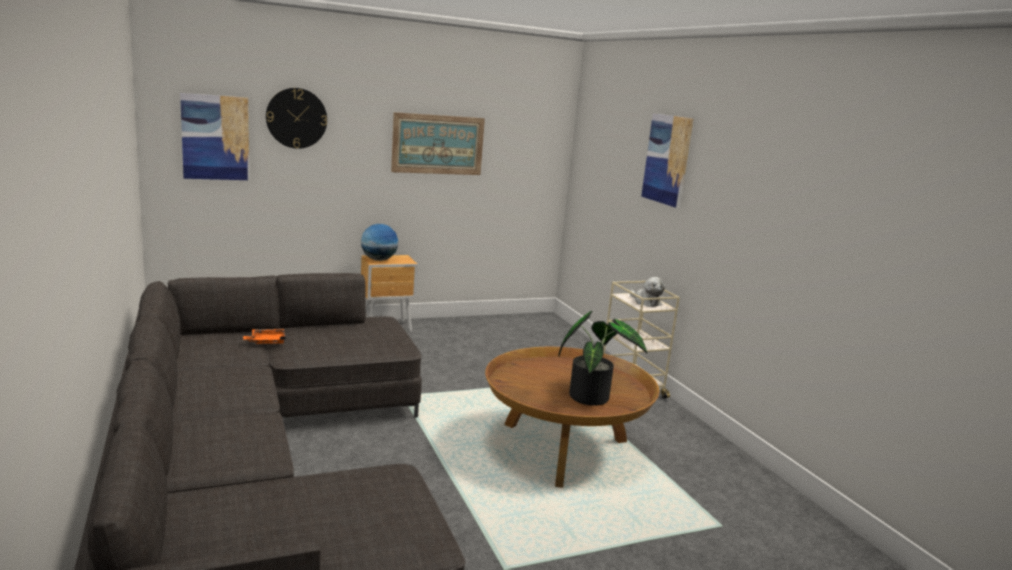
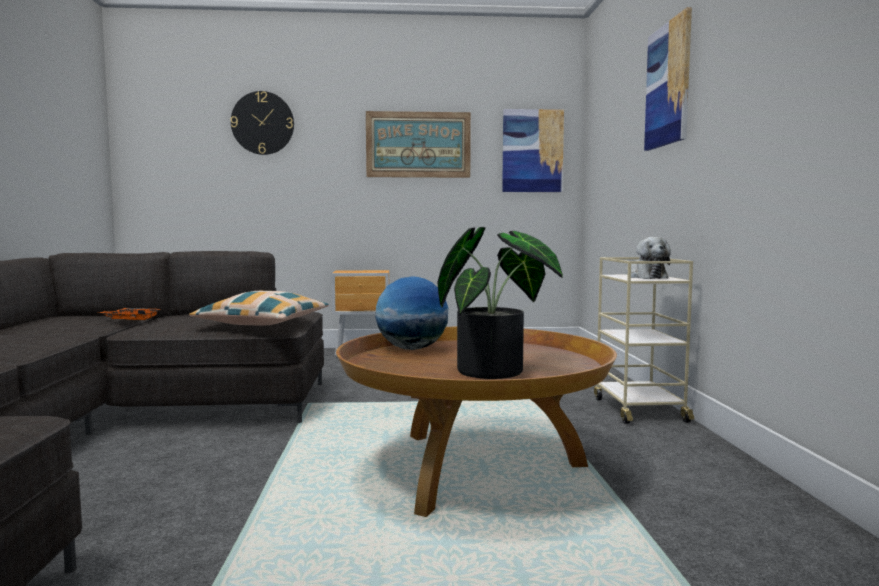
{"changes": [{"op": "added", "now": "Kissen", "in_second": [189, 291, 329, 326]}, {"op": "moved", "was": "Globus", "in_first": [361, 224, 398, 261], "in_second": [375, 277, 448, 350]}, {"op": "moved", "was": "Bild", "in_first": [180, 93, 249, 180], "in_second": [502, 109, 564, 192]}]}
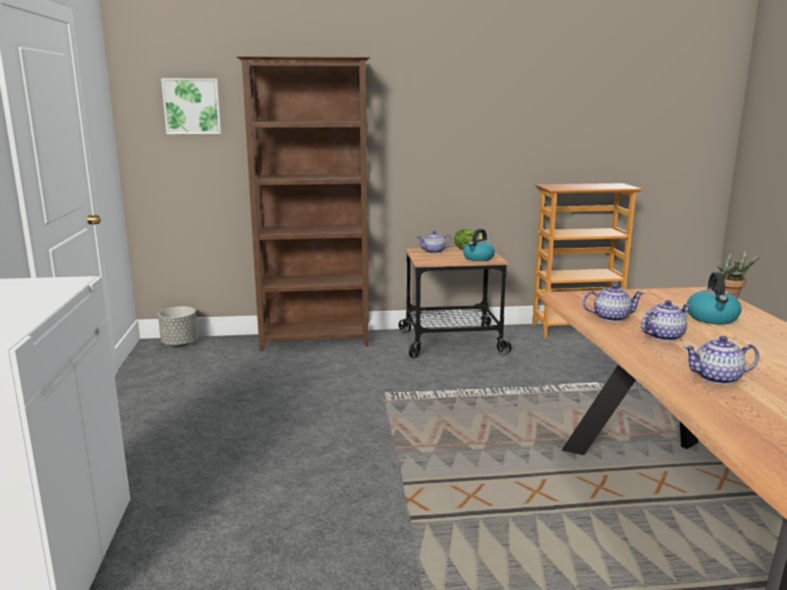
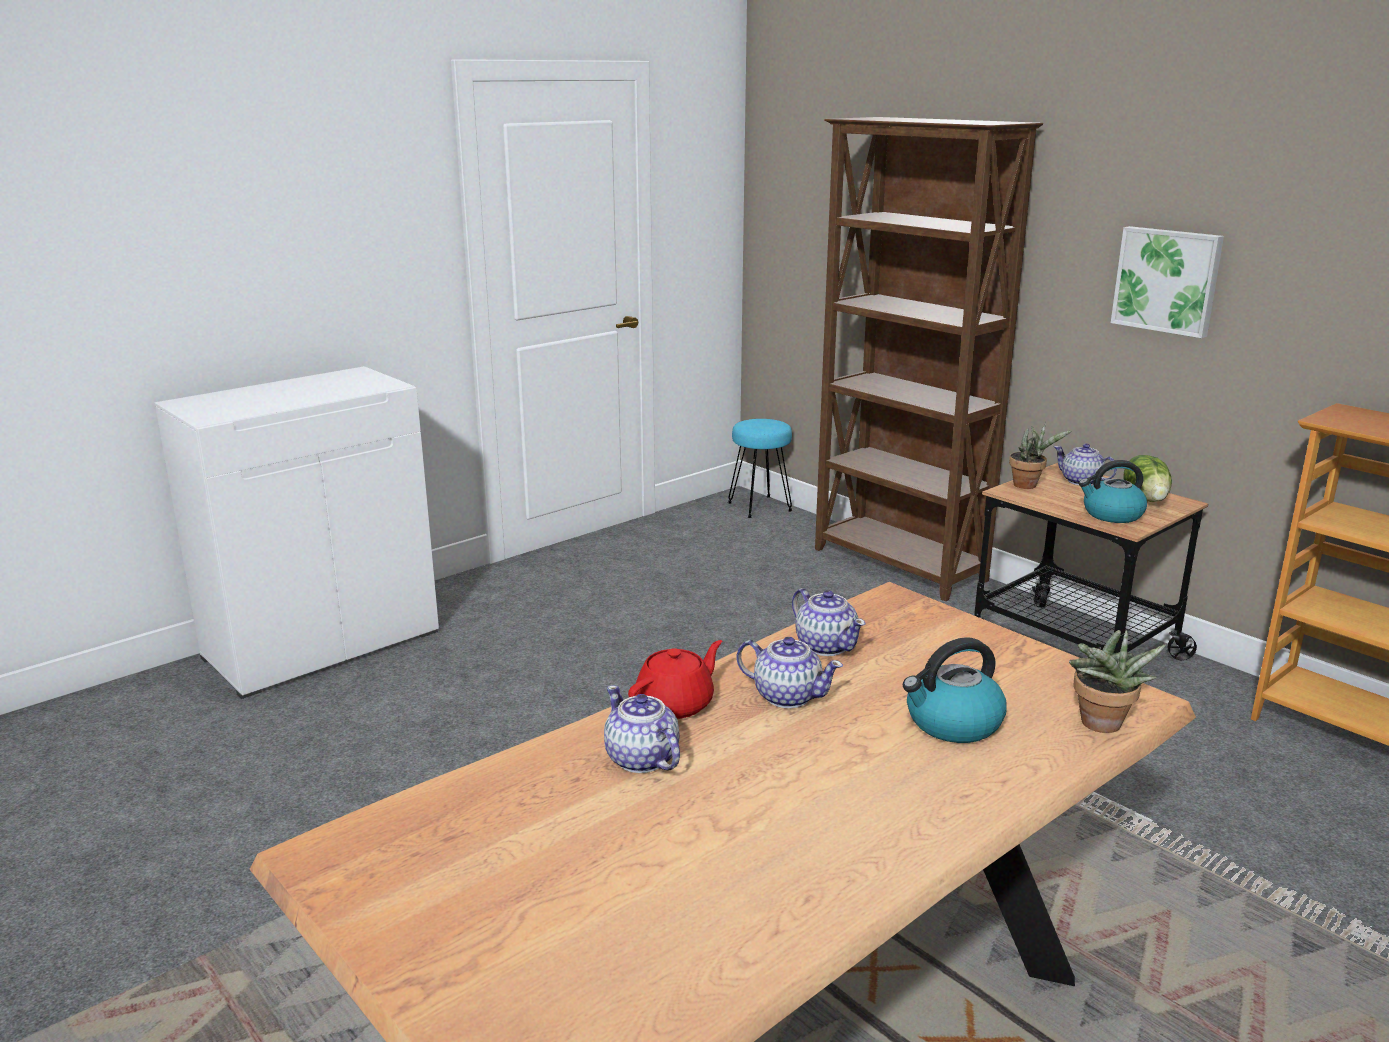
{"changes": [{"op": "added", "now": "Teekanne/rot", "in_second": [628, 640, 722, 719]}, {"op": "replaced", "was": "Pflanzkübel/grau", "now": "Hocker/türkis", "in_first": [158, 307, 198, 347], "in_second": [727, 419, 793, 518]}, {"op": "added", "now": "Topfpflanze", "in_second": [1009, 422, 1072, 489]}, {"op": "moved", "was": "Bild", "in_first": [161, 78, 222, 134], "in_second": [1111, 226, 1224, 338]}]}
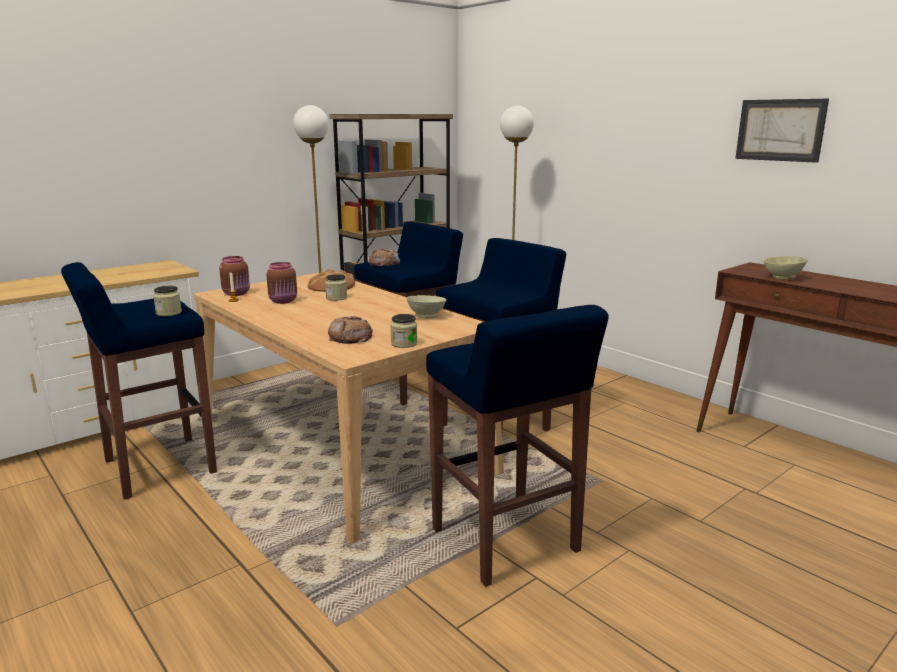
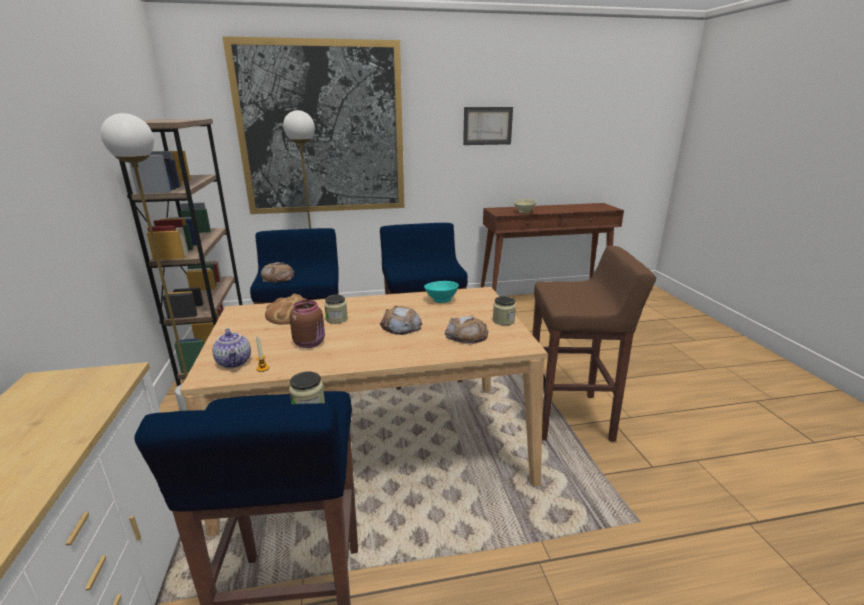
{"changes": [{"op": "replaced", "was": "Vorratsglas/braun", "now": "Teekanne", "in_first": [219, 256, 250, 296], "in_second": [212, 328, 251, 368]}, {"op": "added", "now": "Bild", "in_second": [222, 36, 404, 214]}, {"op": "added", "now": "Brot", "in_second": [380, 306, 422, 335]}, {"op": "recoloured", "was": "Schüssel/beige", "now": "Schüssel/türkis", "in_first": [406, 295, 447, 318], "in_second": [424, 281, 459, 303]}, {"op": "recoloured", "was": "Hocker/blau", "now": "Hocker/braun", "in_first": [426, 305, 609, 587], "in_second": [532, 246, 656, 441]}]}
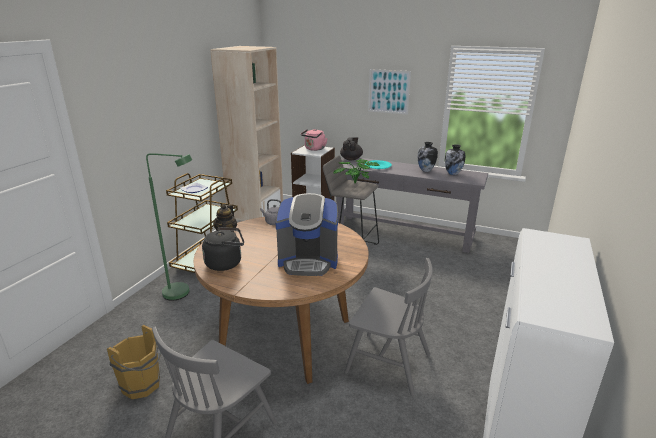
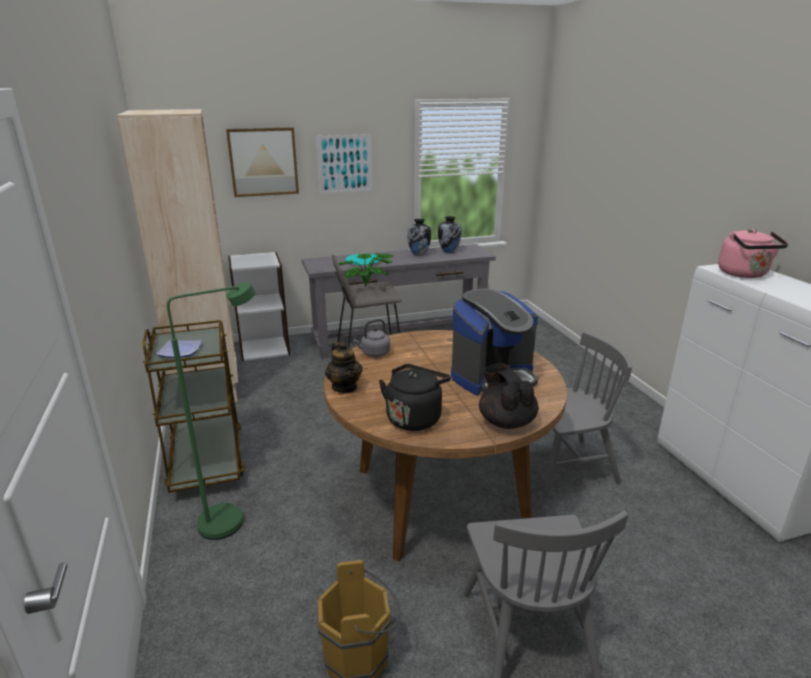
{"changes": [{"op": "added", "now": "Bild", "in_second": [226, 127, 299, 197]}, {"op": "moved", "was": "Teekanne/schwarz", "in_first": [340, 137, 363, 160], "in_second": [479, 363, 539, 429]}, {"op": "moved", "was": "Wasserkessel/rosa", "in_first": [301, 129, 328, 151], "in_second": [718, 229, 788, 278]}]}
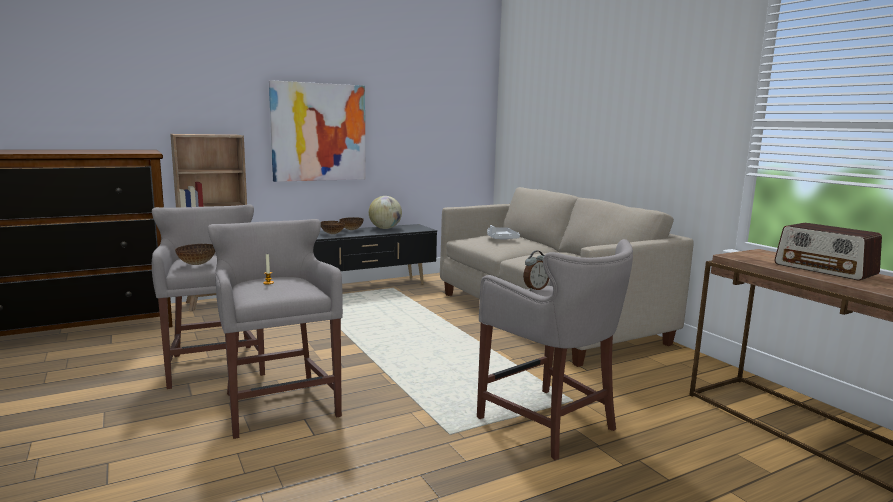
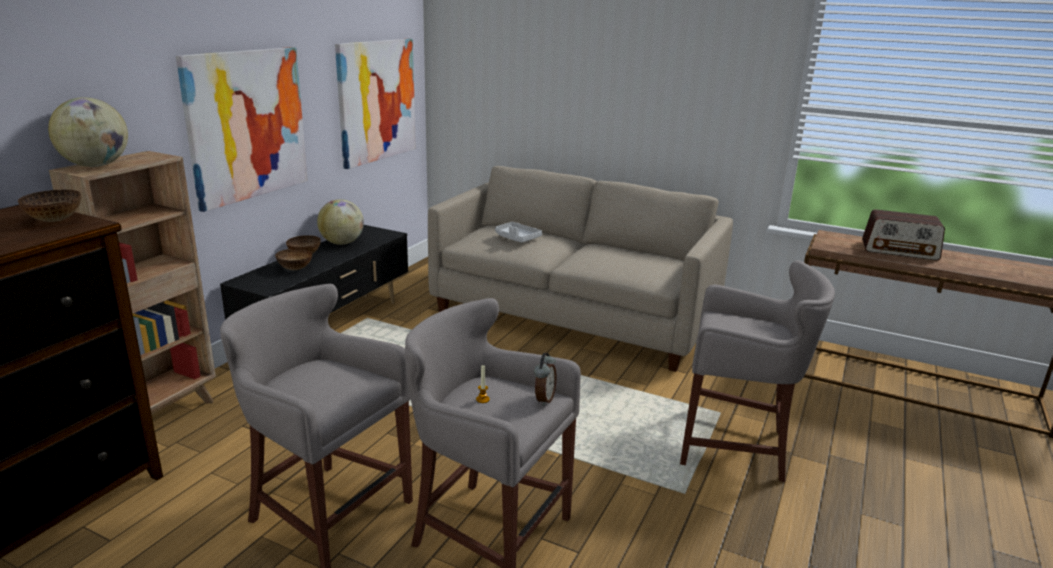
{"changes": [{"op": "moved", "was": "Schüssel", "in_first": [175, 244, 215, 265], "in_second": [18, 190, 81, 222]}, {"op": "added", "now": "Globus", "in_second": [48, 97, 128, 167]}, {"op": "added", "now": "Bild", "in_second": [335, 39, 416, 169]}, {"op": "moved", "was": "Wecker", "in_first": [523, 251, 549, 291], "in_second": [534, 353, 556, 406]}]}
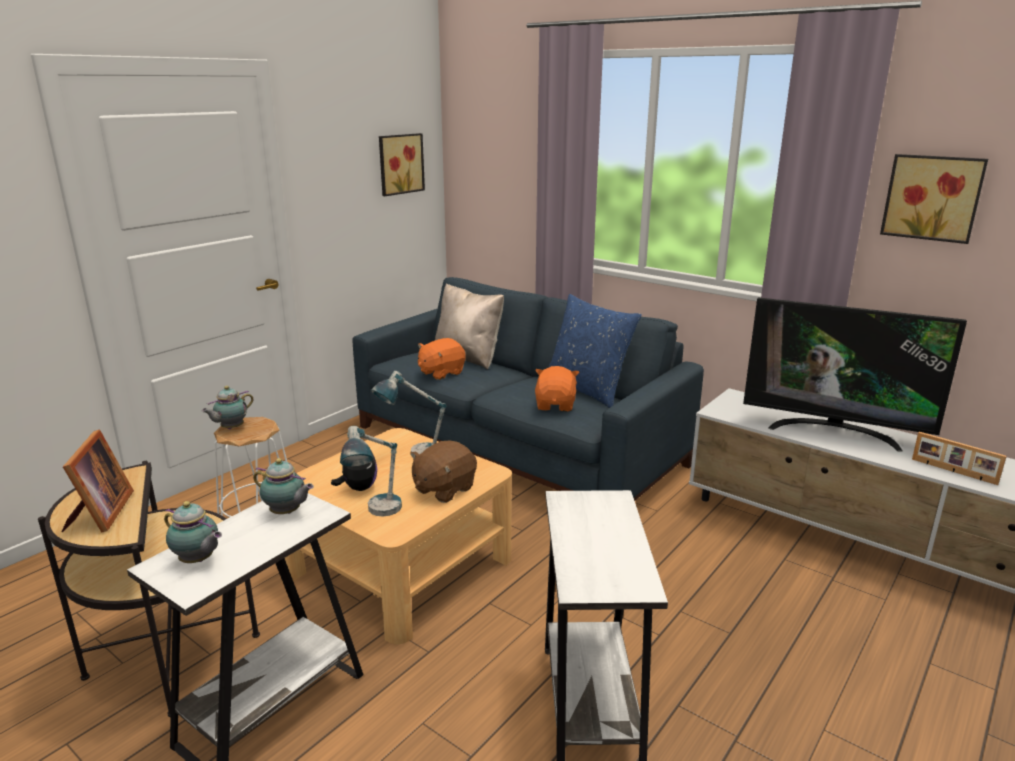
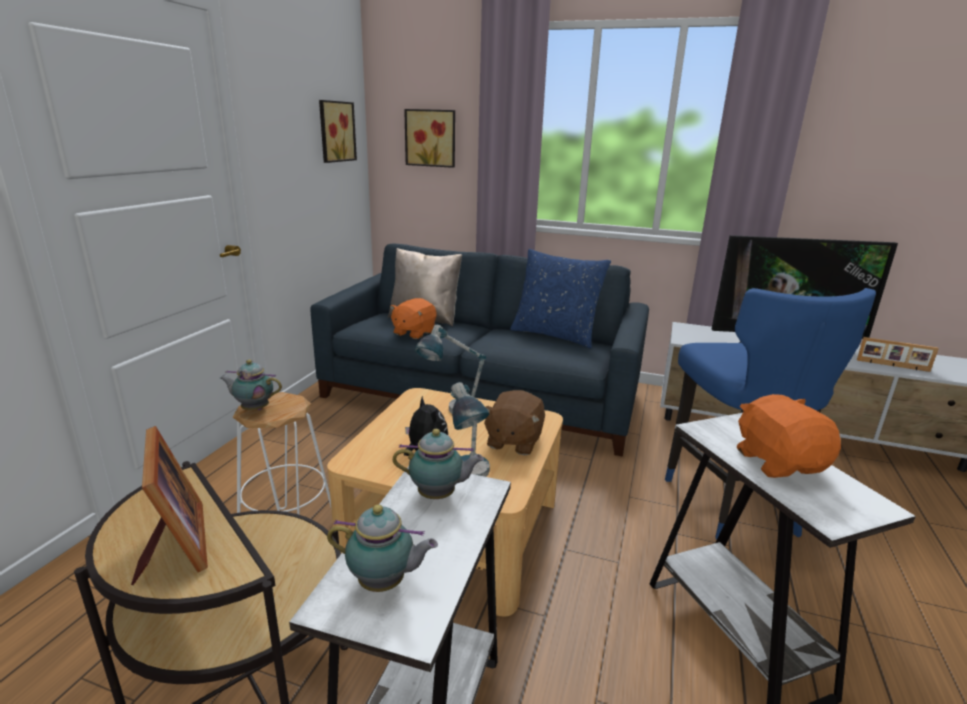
{"changes": [{"op": "turned", "was": "Teekanne", "in_first": [202, 386, 254, 429], "in_second": [220, 360, 282, 410], "clockwise": 75}, {"op": "moved", "was": "Bild", "in_first": [880, 154, 988, 244], "in_second": [404, 109, 455, 168]}, {"op": "added", "now": "Hocker/blau", "in_second": [665, 288, 876, 540]}, {"op": "moved", "was": "Plüschtier/orange", "in_first": [535, 366, 579, 411], "in_second": [737, 394, 841, 478]}]}
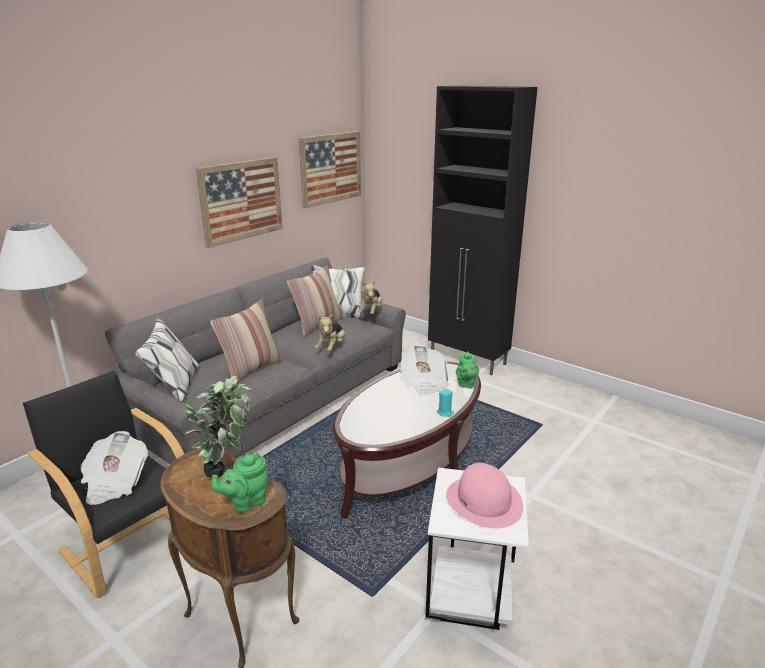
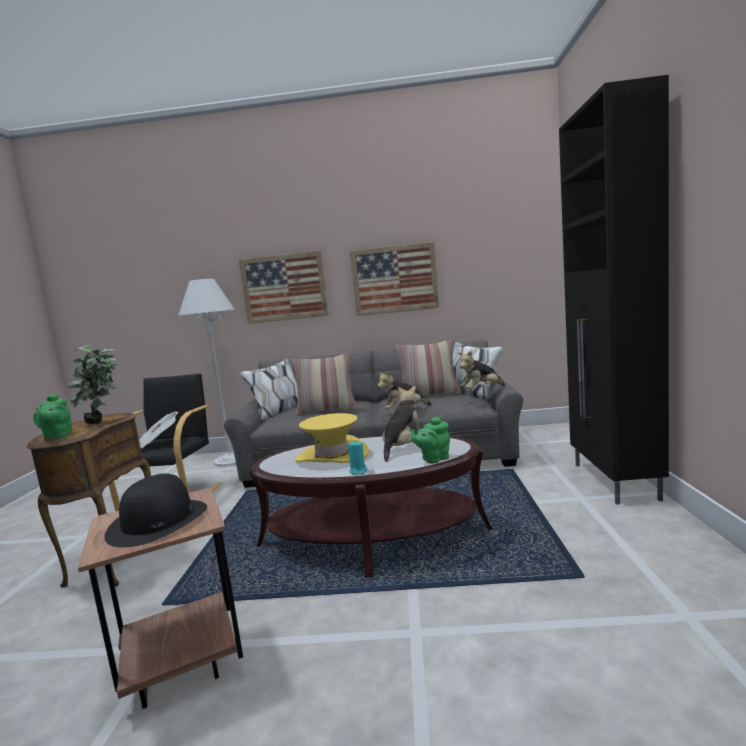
{"changes": [{"op": "turned", "was": "Teekanne/grün", "in_first": [211, 453, 268, 513], "in_second": [33, 393, 73, 439], "clockwise": -120}, {"op": "recoloured", "was": "Beistelltisch/weiß", "now": "Beistelltisch/braun", "in_first": [425, 468, 529, 630], "in_second": [78, 487, 243, 709]}, {"op": "recoloured", "was": "Hut/rosa", "now": "Hut/schwarz", "in_first": [446, 463, 523, 529], "in_second": [104, 474, 207, 548]}, {"op": "moved", "was": "Bild", "in_first": [299, 131, 361, 209], "in_second": [239, 250, 329, 324]}, {"op": "added", "now": "Hut/gelb", "in_second": [295, 413, 369, 463]}, {"op": "replaced", "was": "Zeitung", "now": "Plüschtier", "in_first": [400, 345, 449, 396], "in_second": [383, 386, 420, 462]}]}
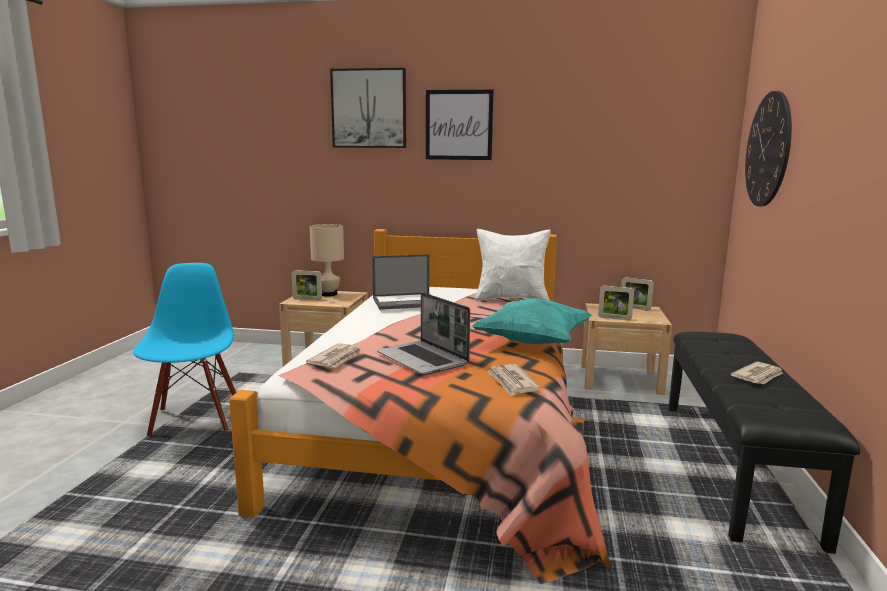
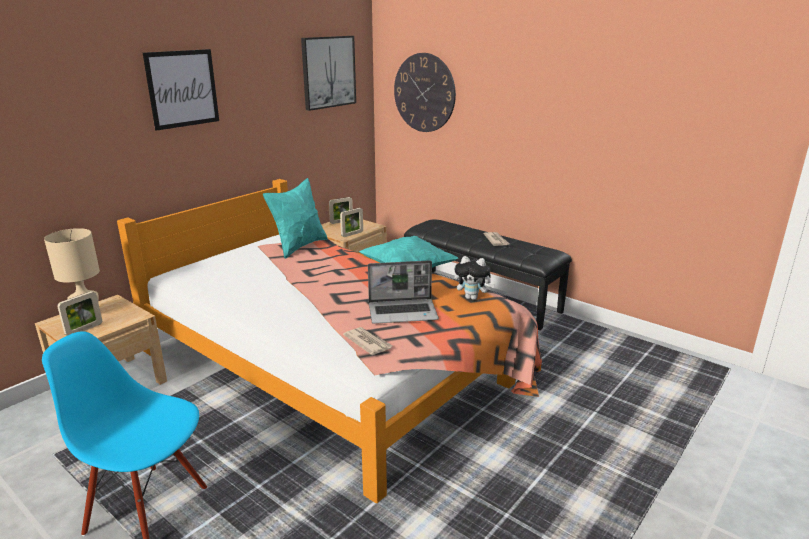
{"changes": [{"op": "recoloured", "was": "Kissen/weiß", "now": "Kissen/türkis", "in_first": [475, 229, 551, 301], "in_second": [263, 178, 328, 259]}, {"op": "moved", "was": "Bild", "in_first": [330, 68, 406, 148], "in_second": [301, 36, 356, 111]}, {"op": "replaced", "was": "Zeitung", "now": "Plüschtier", "in_first": [487, 364, 541, 396], "in_second": [454, 256, 495, 300]}, {"op": "removed", "was": "Laptop", "in_first": [372, 254, 431, 310]}]}
